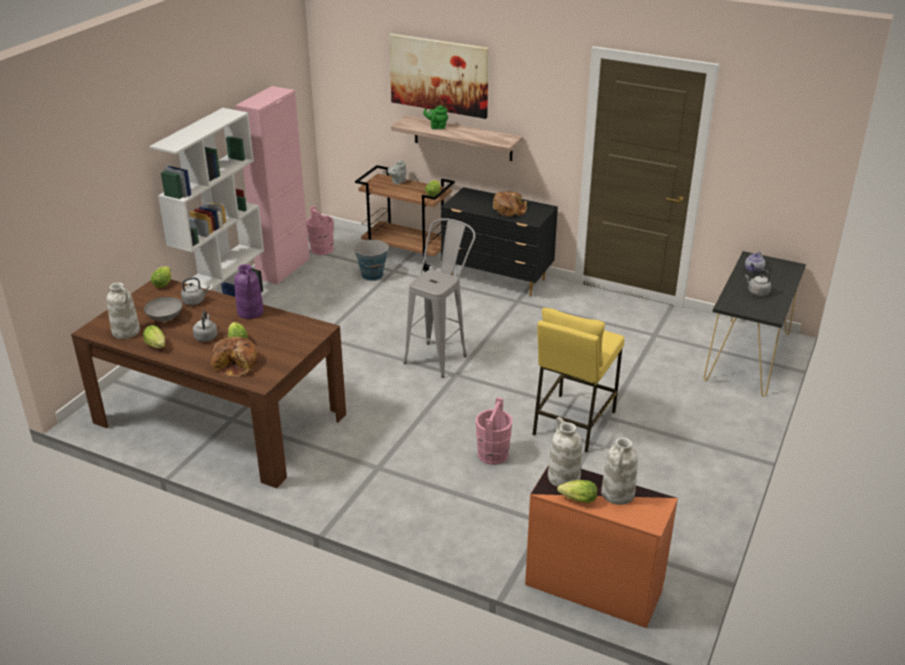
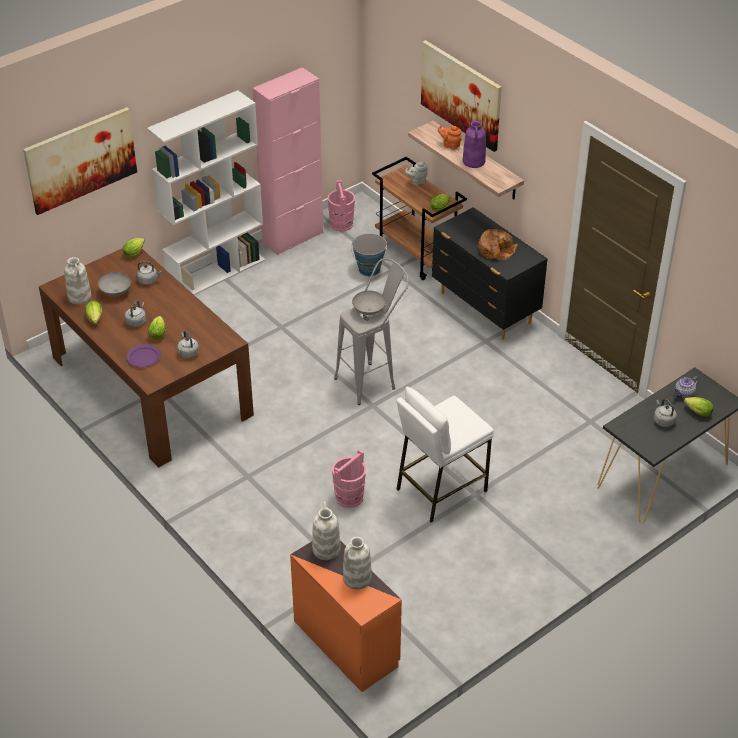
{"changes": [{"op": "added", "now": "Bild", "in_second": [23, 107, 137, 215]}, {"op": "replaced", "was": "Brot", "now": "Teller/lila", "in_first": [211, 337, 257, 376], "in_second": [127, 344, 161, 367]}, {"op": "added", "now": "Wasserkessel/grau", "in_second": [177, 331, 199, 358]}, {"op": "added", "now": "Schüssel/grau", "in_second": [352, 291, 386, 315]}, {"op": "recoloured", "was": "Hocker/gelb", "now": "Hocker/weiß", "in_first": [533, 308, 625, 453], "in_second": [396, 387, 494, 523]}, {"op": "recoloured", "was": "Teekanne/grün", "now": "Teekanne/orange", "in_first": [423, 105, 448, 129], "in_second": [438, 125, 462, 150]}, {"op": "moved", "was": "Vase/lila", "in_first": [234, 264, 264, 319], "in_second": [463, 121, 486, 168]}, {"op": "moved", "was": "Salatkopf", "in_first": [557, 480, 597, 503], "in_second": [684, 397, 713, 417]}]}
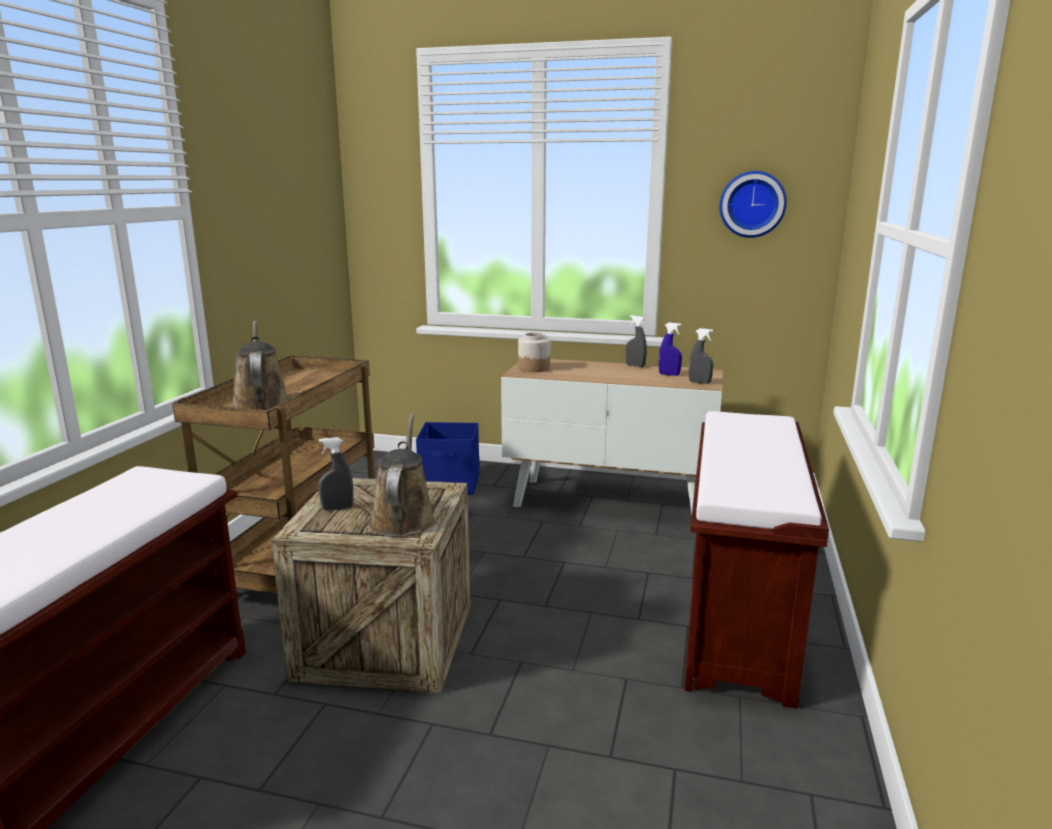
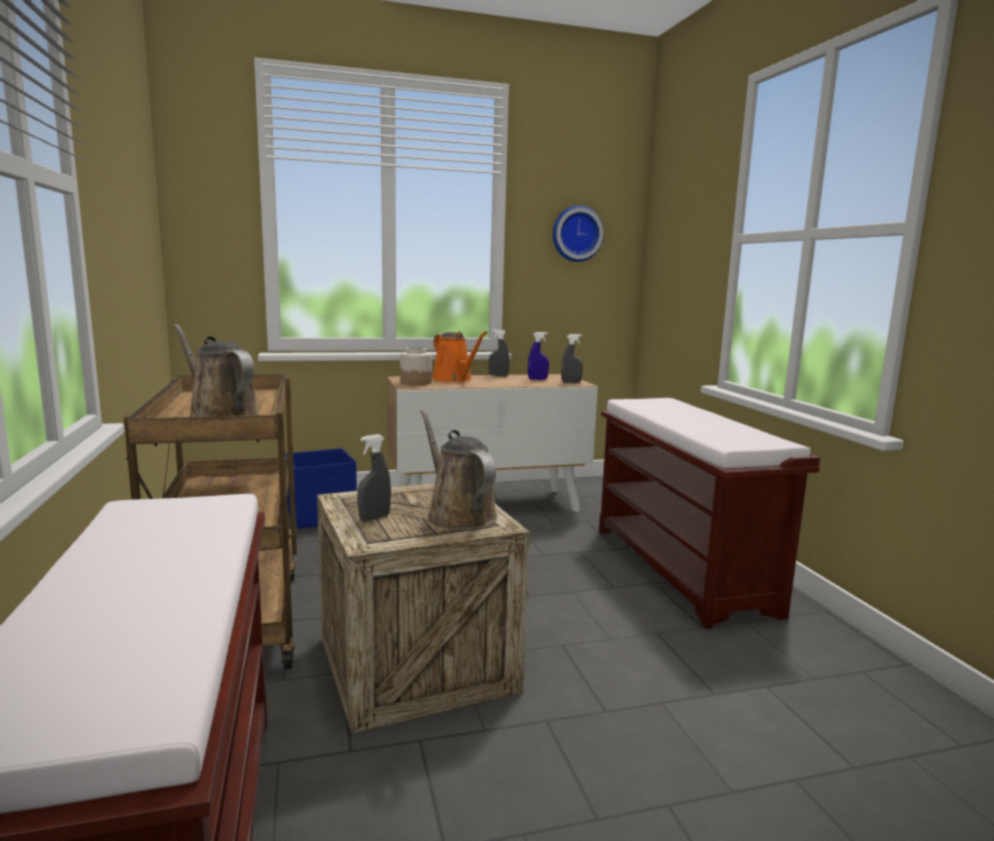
{"changes": [{"op": "added", "now": "Gießkanne/orange", "in_second": [432, 331, 487, 382]}]}
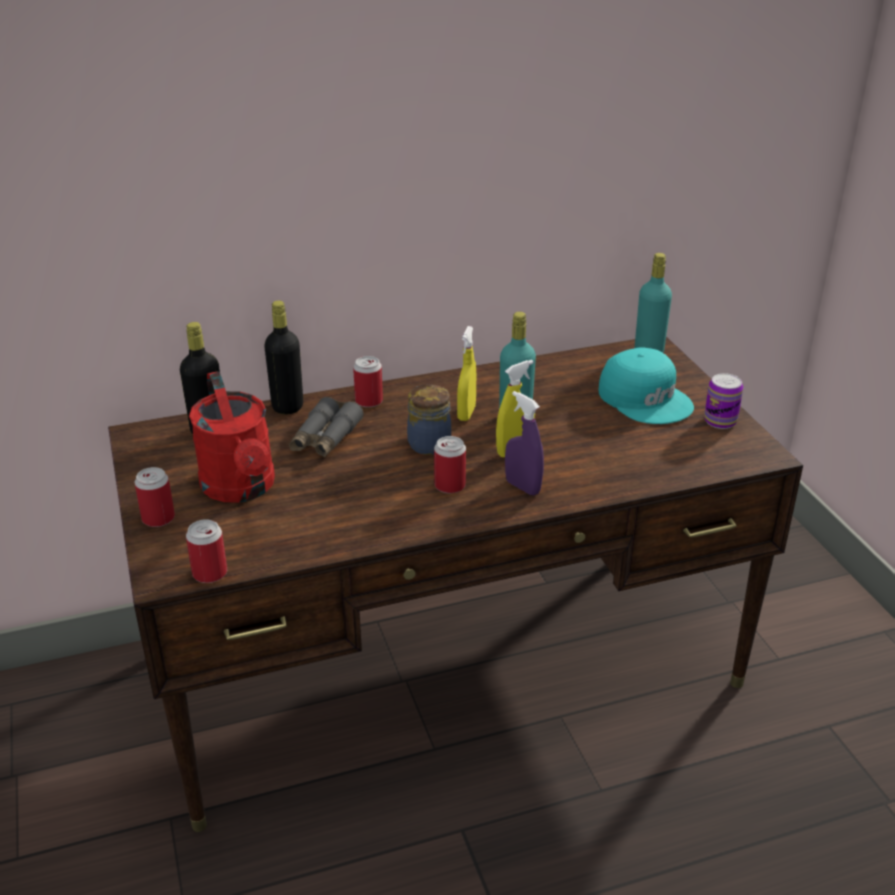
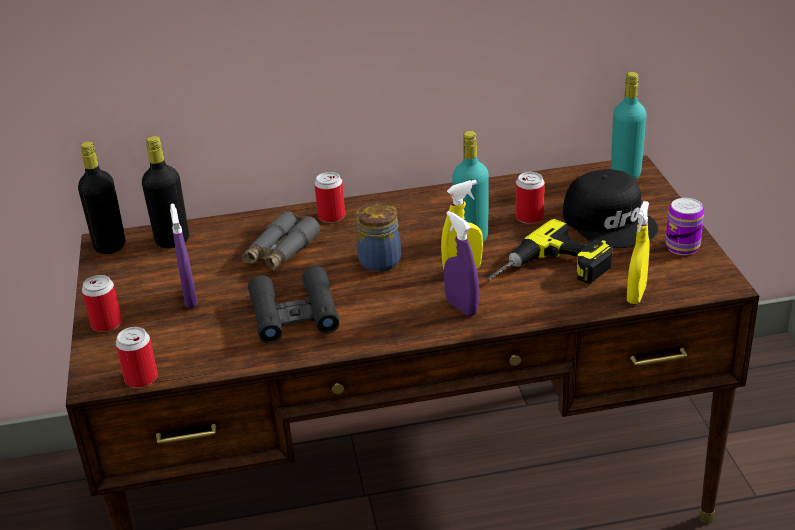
{"changes": [{"op": "moved", "was": "Flasche/schwarz", "in_first": [264, 301, 303, 415], "in_second": [78, 141, 125, 254]}, {"op": "replaced", "was": "Gießkanne/rot", "now": "Sprühflasche/lila", "in_first": [189, 371, 275, 502], "in_second": [170, 204, 198, 308]}, {"op": "added", "now": "Fernglas/schwarz", "in_second": [248, 266, 339, 344]}, {"op": "added", "now": "Bohrmaschine", "in_second": [487, 219, 613, 284]}, {"op": "moved", "was": "Dose", "in_first": [434, 436, 466, 493], "in_second": [516, 172, 545, 224]}, {"op": "recoloured", "was": "Kappe/türkis", "now": "Kappe/schwarz", "in_first": [599, 347, 694, 424], "in_second": [563, 169, 658, 248]}, {"op": "moved", "was": "Sprühflasche/gelb", "in_first": [457, 326, 476, 421], "in_second": [627, 201, 650, 304]}]}
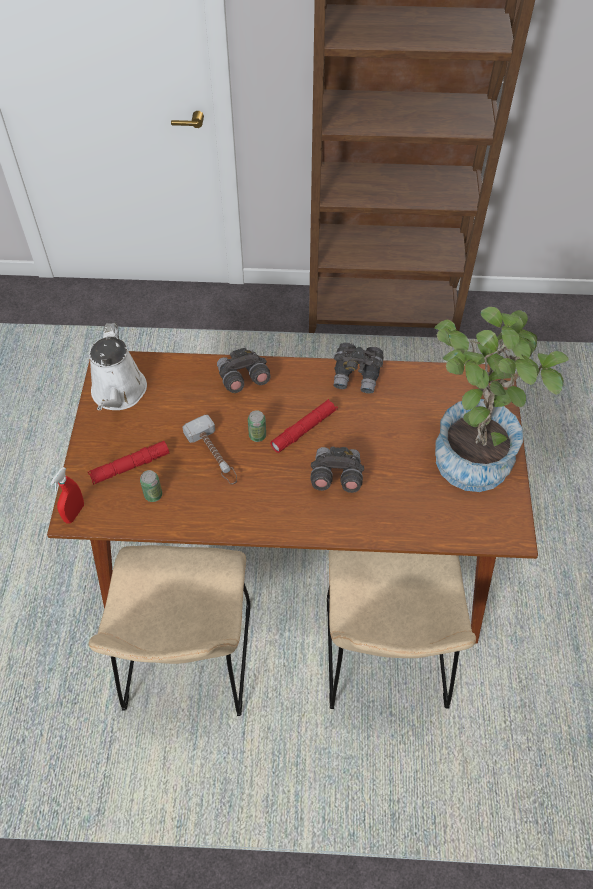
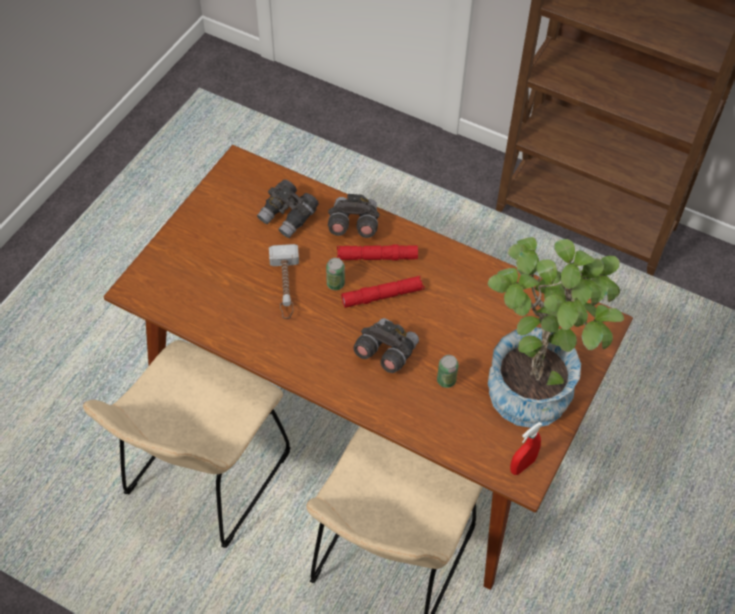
{"changes": [{"op": "moved", "was": "Fernglas/grau", "in_first": [333, 342, 384, 394], "in_second": [257, 180, 319, 238]}, {"op": "moved", "was": "Taschenlampe/rot", "in_first": [88, 441, 169, 485], "in_second": [337, 244, 418, 260]}, {"op": "moved", "was": "Dose", "in_first": [140, 470, 162, 502], "in_second": [437, 355, 458, 388]}, {"op": "moved", "was": "Sprühflasche/rot", "in_first": [50, 467, 84, 524], "in_second": [510, 422, 542, 475]}, {"op": "removed", "was": "Gießkanne/weiß", "in_first": [89, 323, 147, 410]}]}
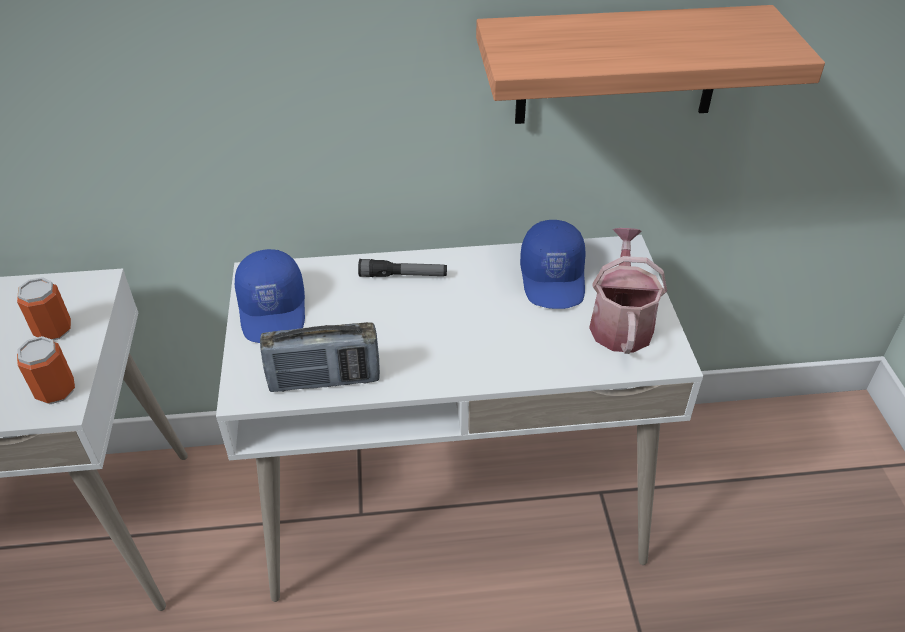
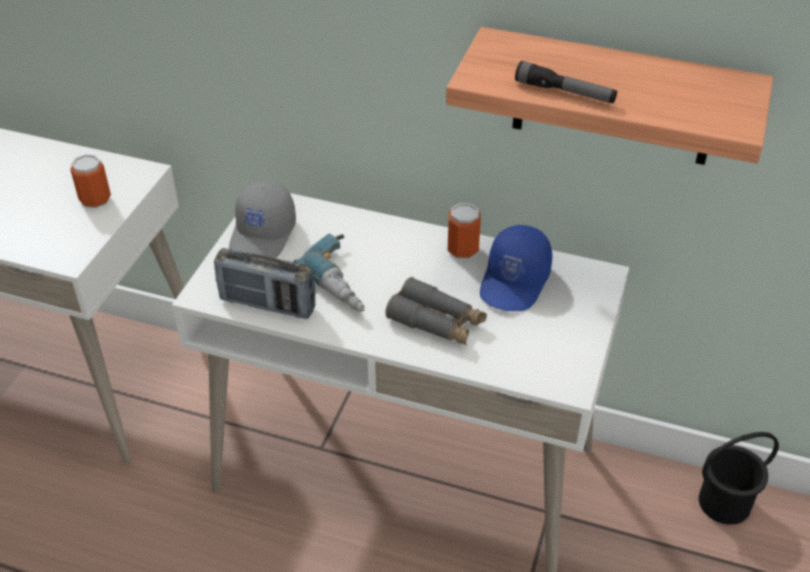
{"changes": [{"op": "recoloured", "was": "Kappe/blau", "now": "Kappe/grau", "in_first": [235, 249, 305, 343], "in_second": [229, 181, 296, 258]}, {"op": "added", "now": "Bohrmaschine", "in_second": [294, 234, 365, 312]}, {"op": "added", "now": "Fernglas/grau", "in_second": [385, 277, 487, 345]}, {"op": "moved", "was": "Dose", "in_first": [17, 336, 75, 404], "in_second": [448, 203, 481, 259]}, {"op": "moved", "was": "Taschenlampe", "in_first": [358, 259, 447, 277], "in_second": [515, 61, 617, 103]}, {"op": "added", "now": "Eimer/schwarz", "in_second": [699, 432, 779, 525]}, {"op": "removed", "was": "Gießkanne", "in_first": [589, 228, 667, 354]}]}
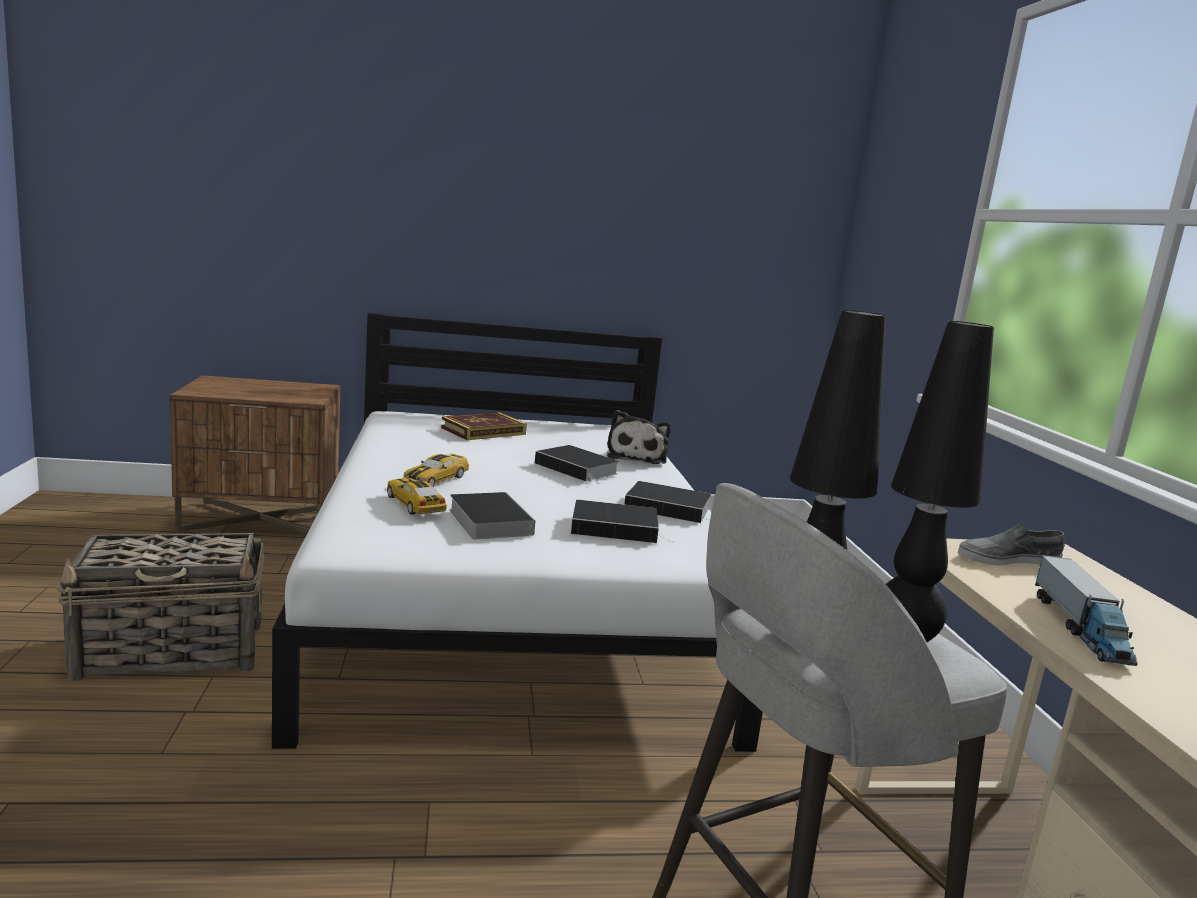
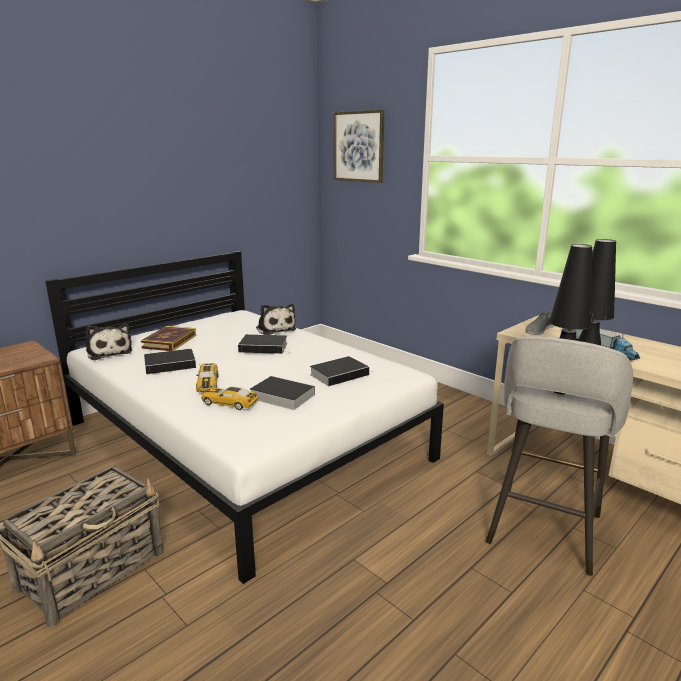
{"changes": [{"op": "added", "now": "Plüschtier", "in_second": [86, 324, 133, 360]}, {"op": "moved", "was": "Buch", "in_first": [624, 481, 711, 523], "in_second": [144, 349, 201, 374]}, {"op": "added", "now": "Bild", "in_second": [333, 110, 384, 183]}]}
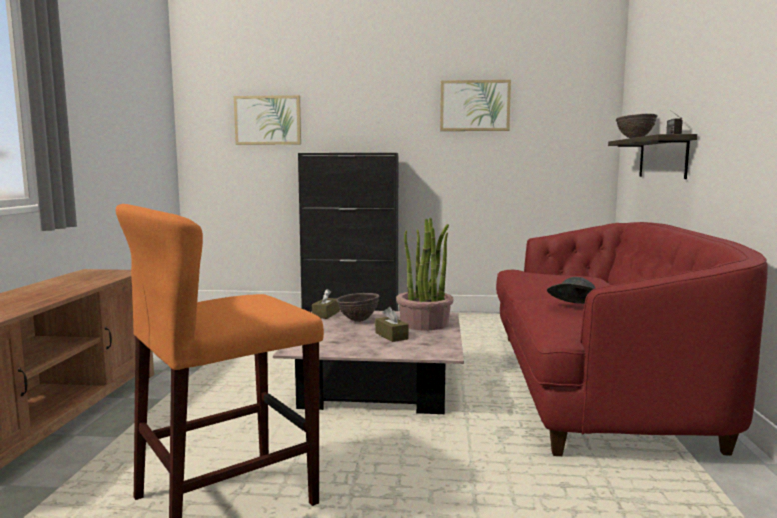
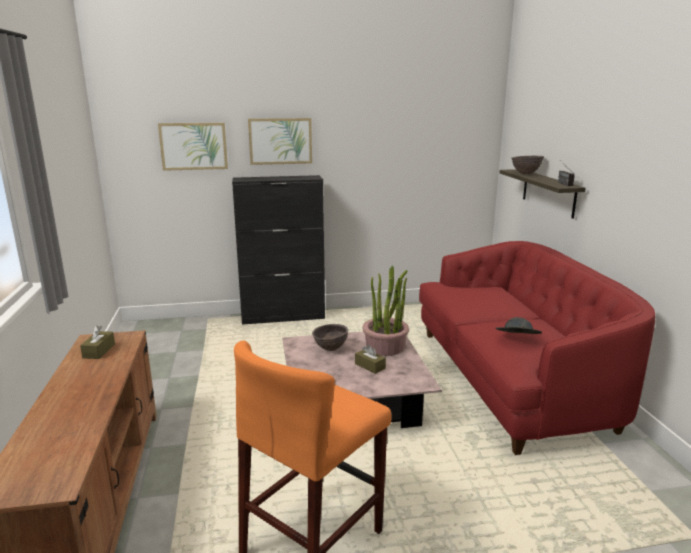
{"changes": [{"op": "moved", "was": "Taschentuchbox/braun", "in_first": [312, 289, 340, 319], "in_second": [80, 325, 115, 359]}, {"op": "moved", "was": "Bild", "in_first": [440, 80, 511, 131], "in_second": [248, 118, 312, 165]}]}
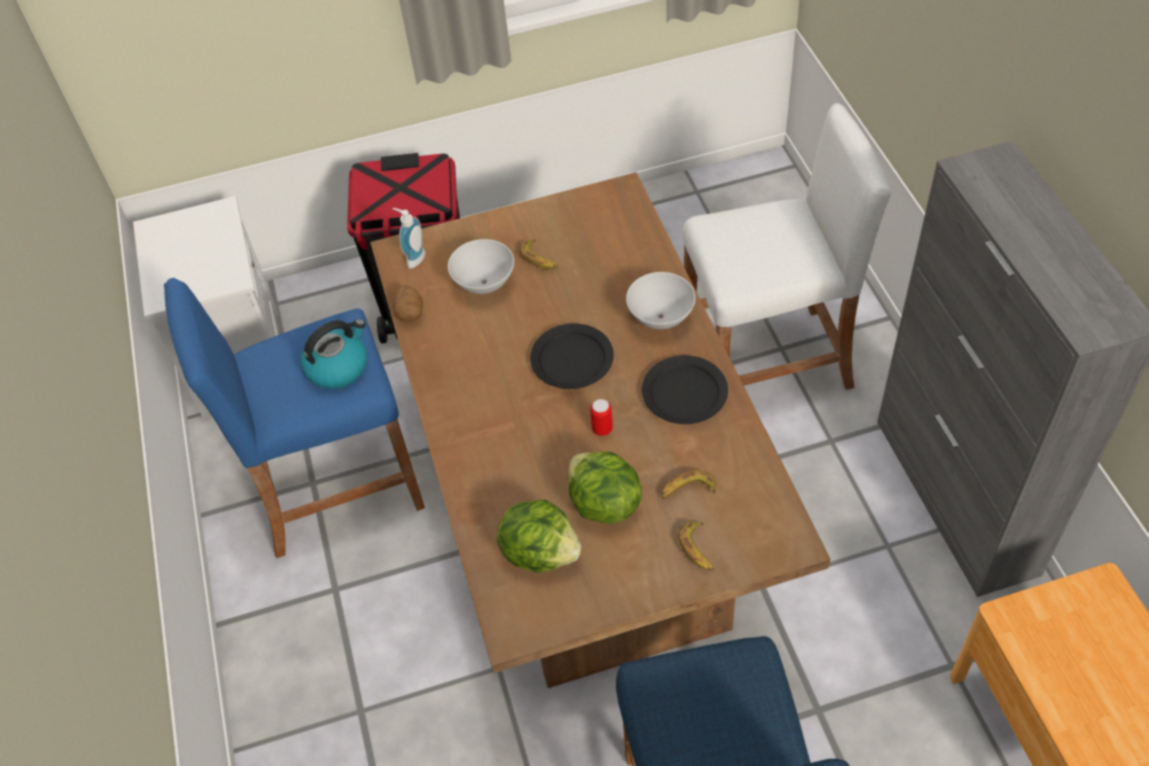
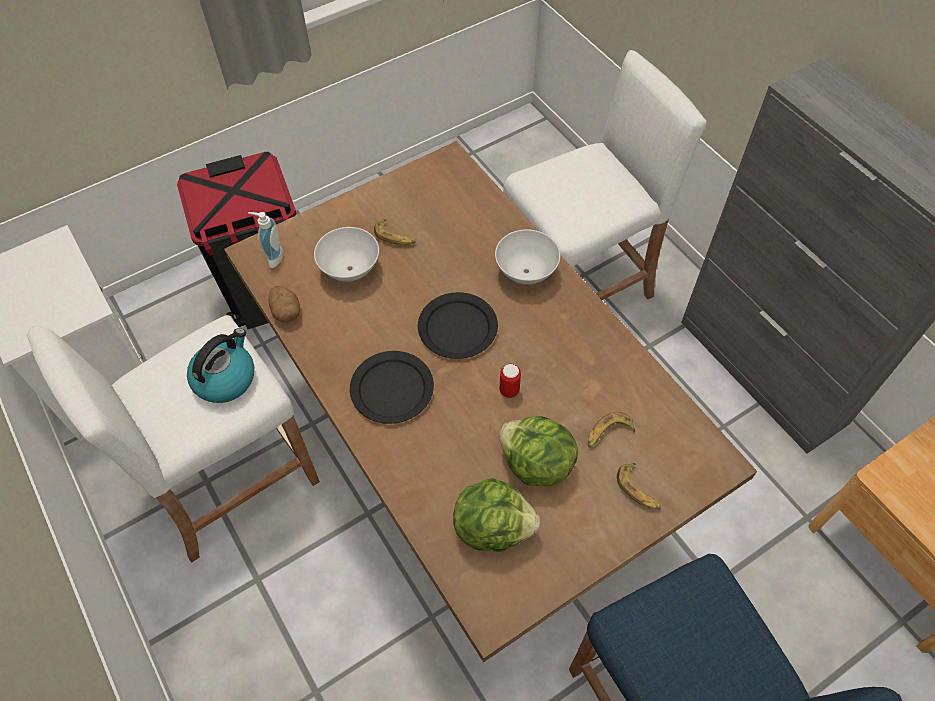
{"changes": [{"op": "recoloured", "was": "Hocker/blau", "now": "Hocker/weiß", "in_first": [164, 278, 425, 558], "in_second": [26, 315, 320, 563]}, {"op": "moved", "was": "Teller/schwarz", "in_first": [642, 355, 728, 424], "in_second": [350, 351, 434, 424]}]}
